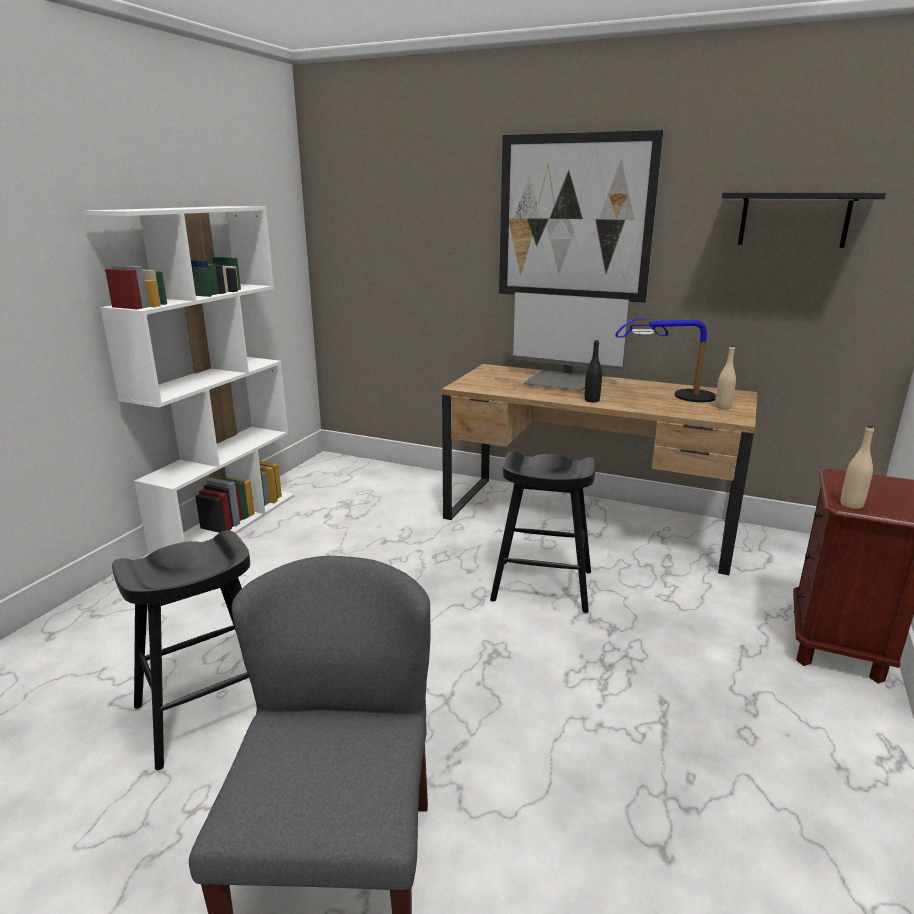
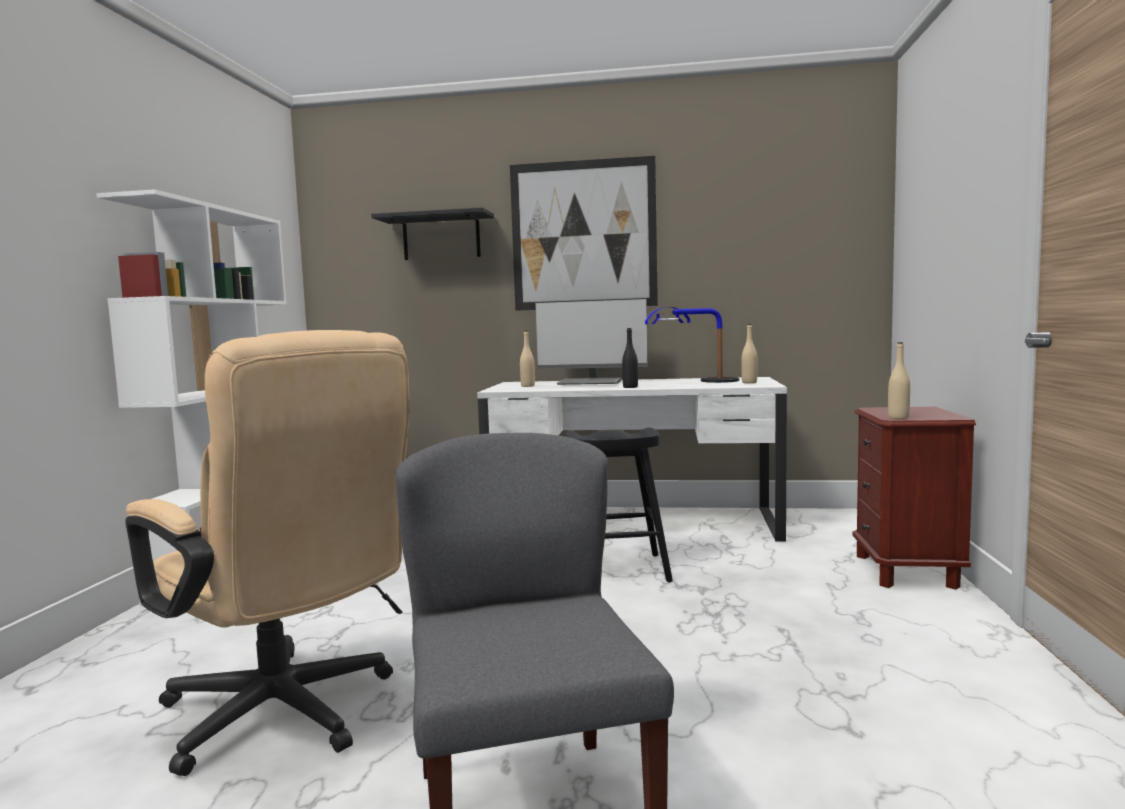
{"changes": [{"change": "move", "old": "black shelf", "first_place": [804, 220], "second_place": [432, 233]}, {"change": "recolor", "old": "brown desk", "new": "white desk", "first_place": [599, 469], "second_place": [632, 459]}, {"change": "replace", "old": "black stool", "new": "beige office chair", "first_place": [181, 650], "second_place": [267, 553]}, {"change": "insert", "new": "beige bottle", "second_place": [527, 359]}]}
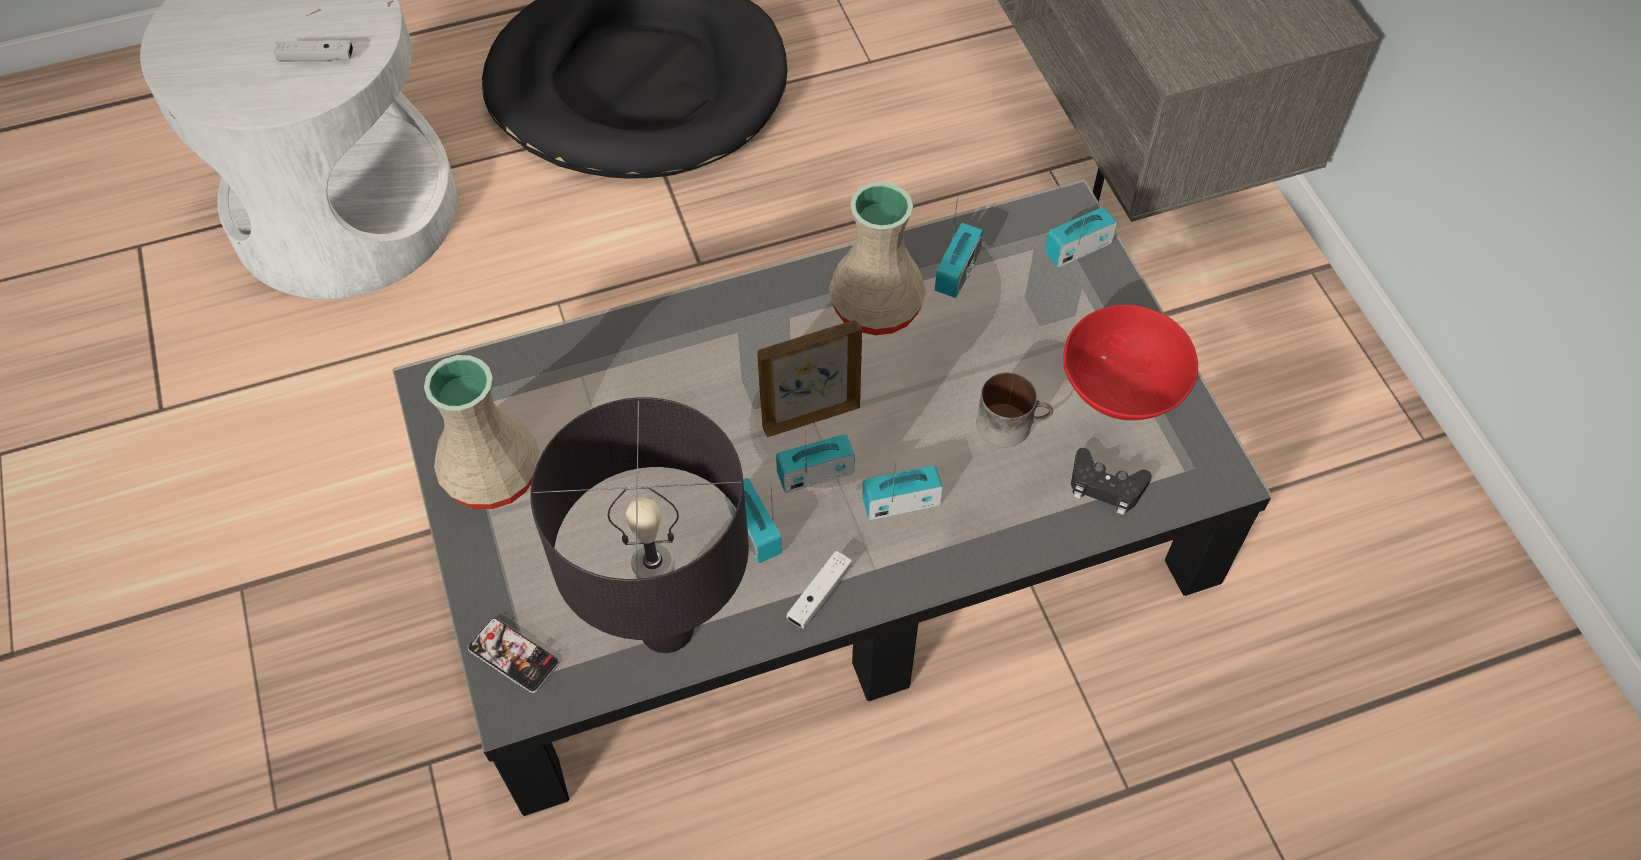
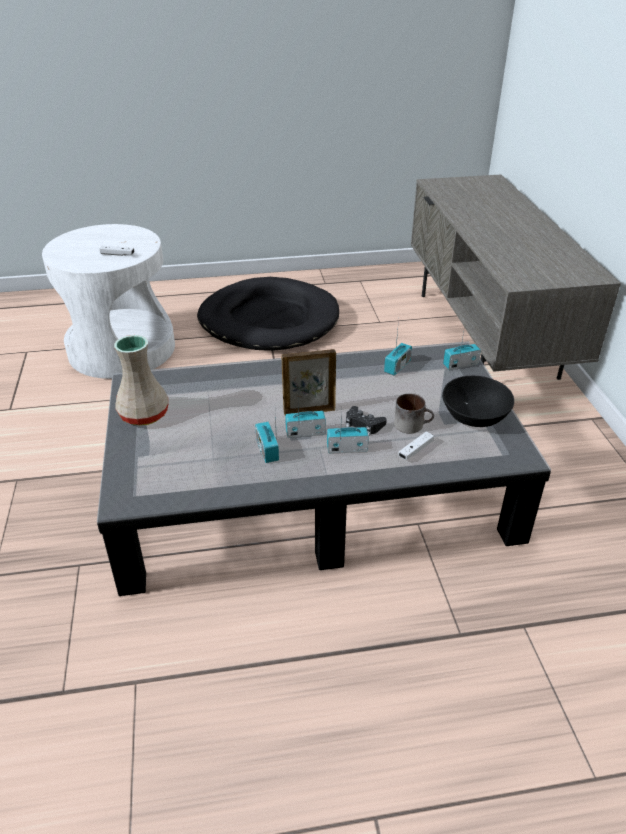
{"changes": [{"change": "delete", "old": "beige vase", "first_place": [877, 258]}, {"change": "recolor", "old": "red bowl", "new": "black bowl", "first_place": [1130, 362], "second_place": [478, 401]}, {"change": "delete", "old": "black table lamp", "first_place": [639, 525]}, {"change": "move", "old": "black game controller", "first_place": [1111, 481], "second_place": [366, 421]}, {"change": "move", "old": "white game controller", "first_place": [819, 590], "second_place": [416, 445]}, {"change": "delete", "old": "phone", "first_place": [514, 655]}]}
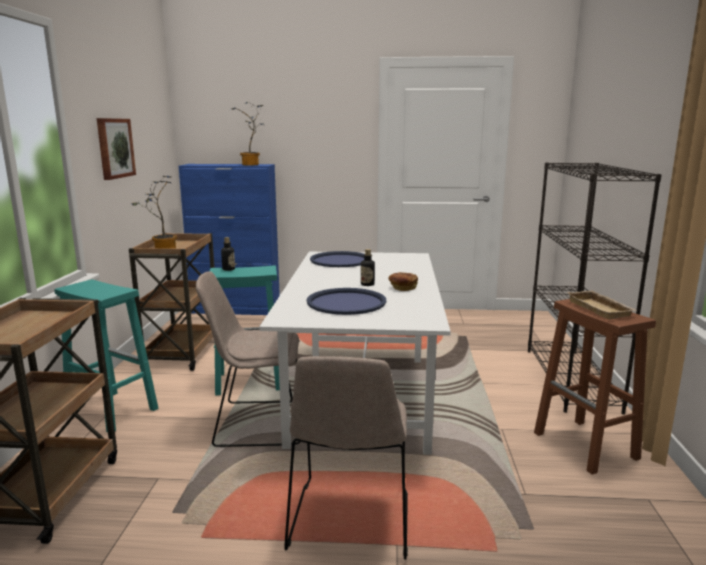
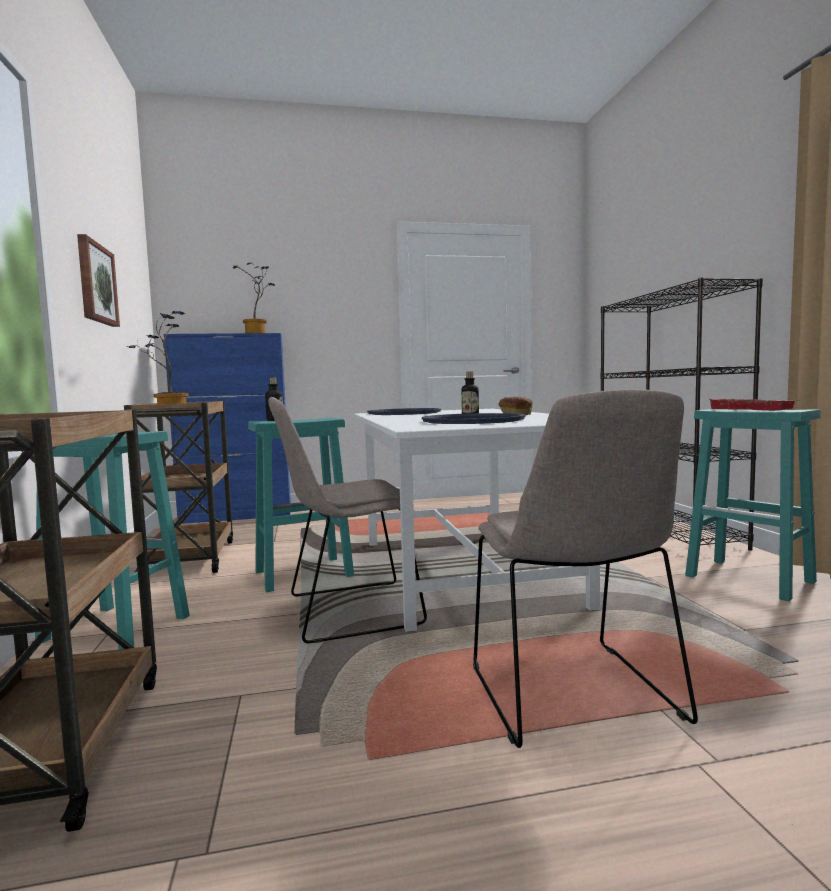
{"changes": [{"change": "recolor", "old": "beige tray", "new": "red tray", "first_place": [602, 305], "second_place": [753, 405]}, {"change": "recolor", "old": "brown stool", "new": "turquoise stool", "first_place": [595, 386], "second_place": [753, 505]}]}
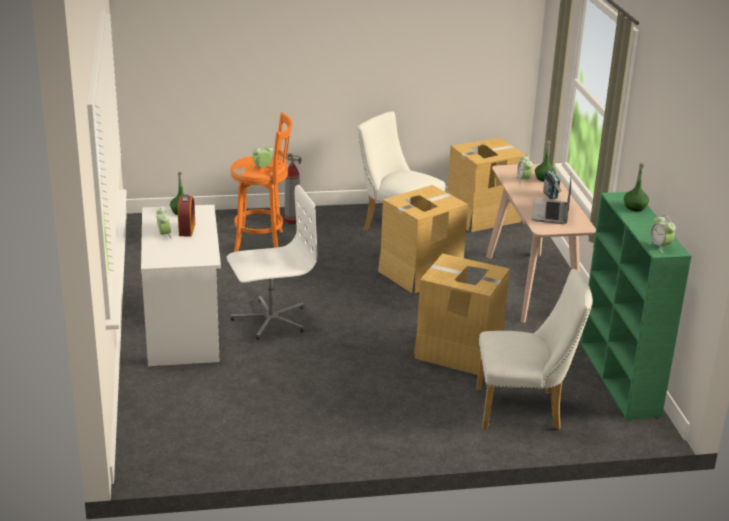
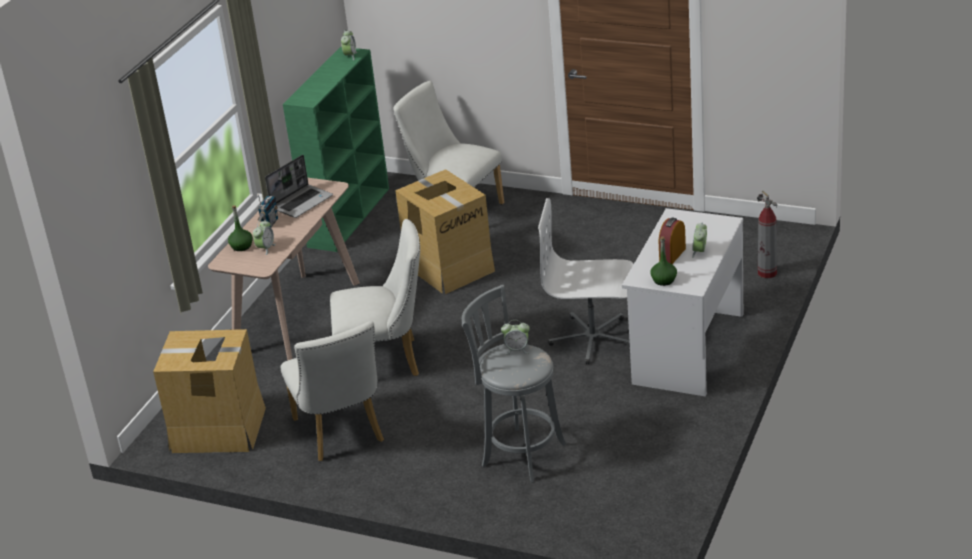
{"changes": [{"change": "recolor", "old": "orange stool", "new": "grey stool", "first_place": [261, 182], "second_place": [514, 384]}, {"change": "move", "old": "fire extinguisher", "first_place": [292, 189], "second_place": [767, 234]}, {"change": "delete", "old": "green bottle", "first_place": [636, 187]}, {"change": "replace", "old": "cardboard box", "new": "white chair", "first_place": [423, 239], "second_place": [375, 297]}]}
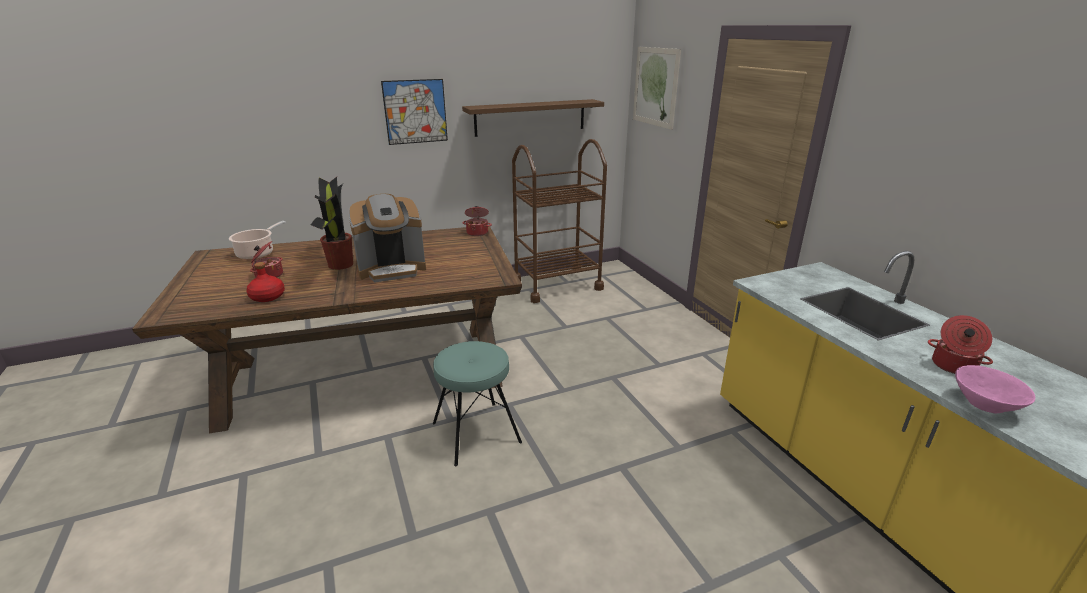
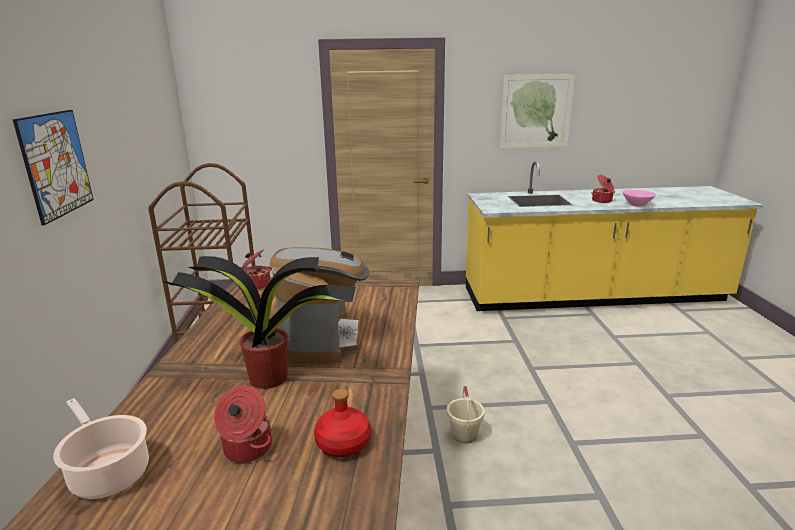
{"changes": [{"change": "move", "old": "picture", "first_place": [657, 88], "second_place": [537, 111]}, {"change": "delete", "old": "brown shelf", "first_place": [533, 118]}, {"change": "replace", "old": "turquoise stool", "new": "beige bucket", "first_place": [477, 403], "second_place": [465, 415]}]}
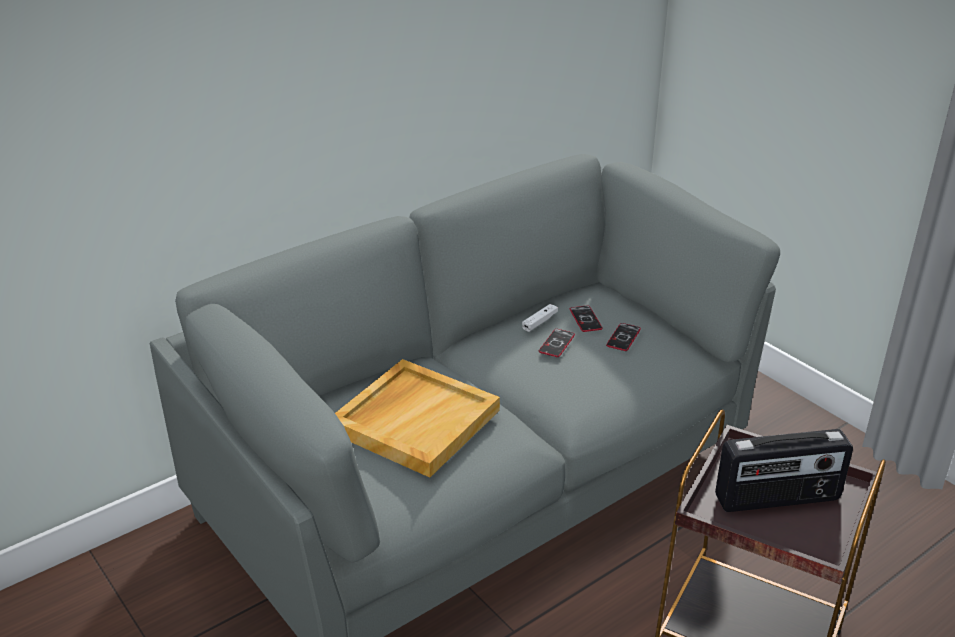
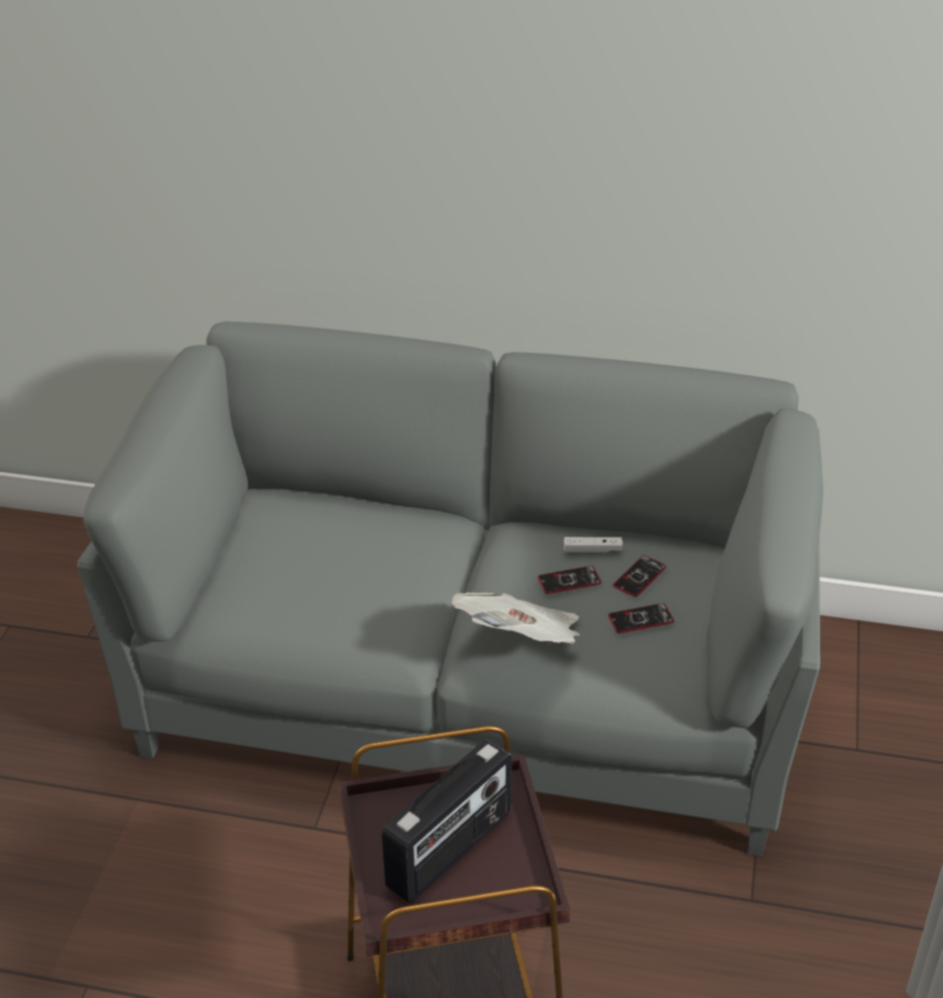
{"changes": [{"change": "delete", "old": "beige tray", "first_place": [417, 418]}, {"change": "rotate", "old": "radio", "first_place": [784, 470], "second_place": [447, 821], "degrees": -90}, {"change": "insert", "new": "newspaper", "second_place": [516, 618]}]}
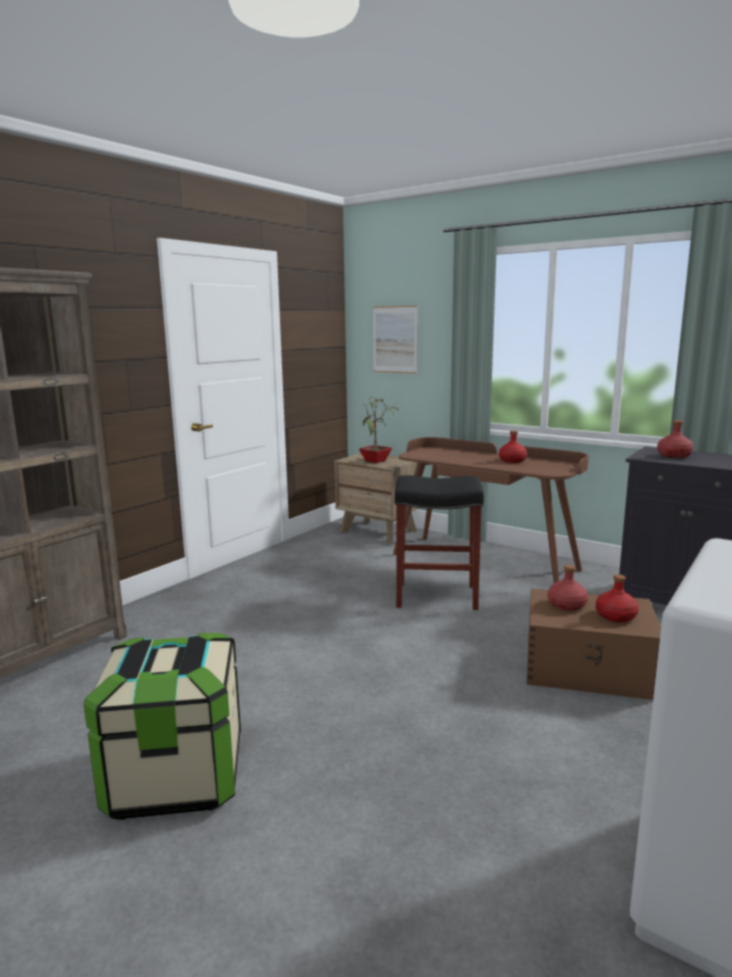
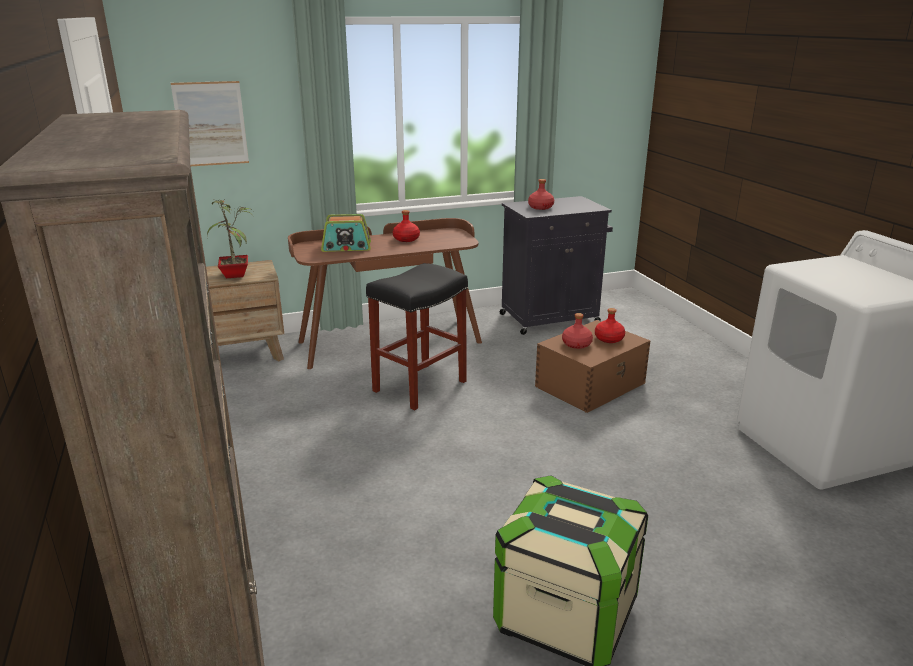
{"changes": [{"change": "insert", "new": "radio", "second_place": [346, 233]}]}
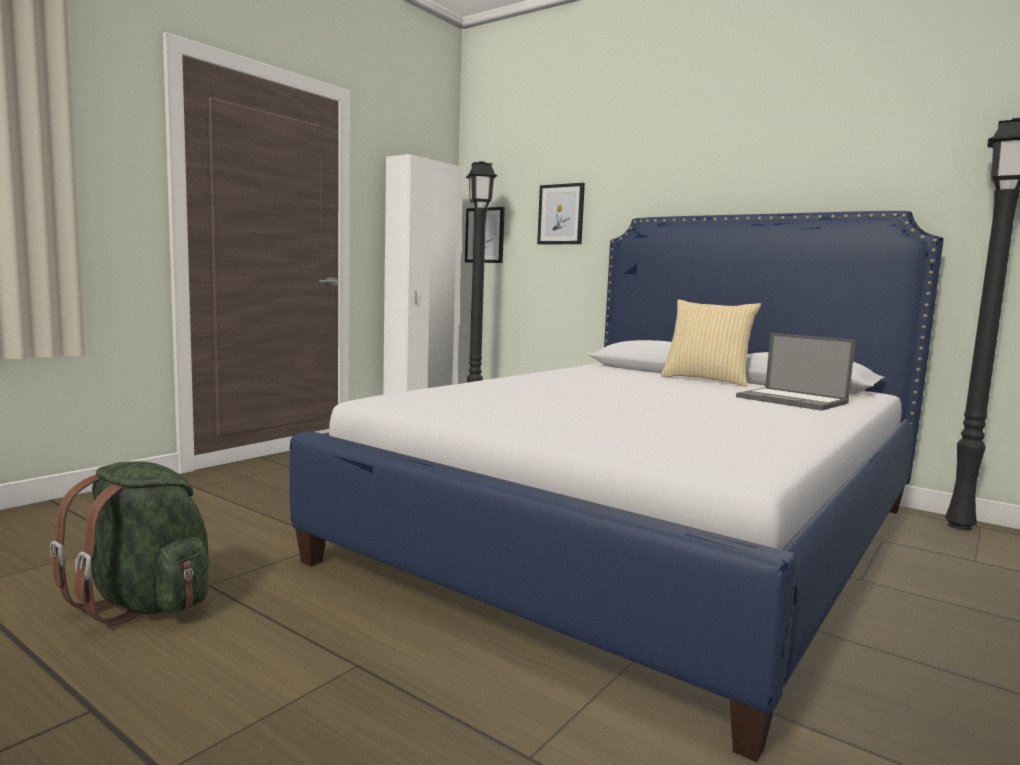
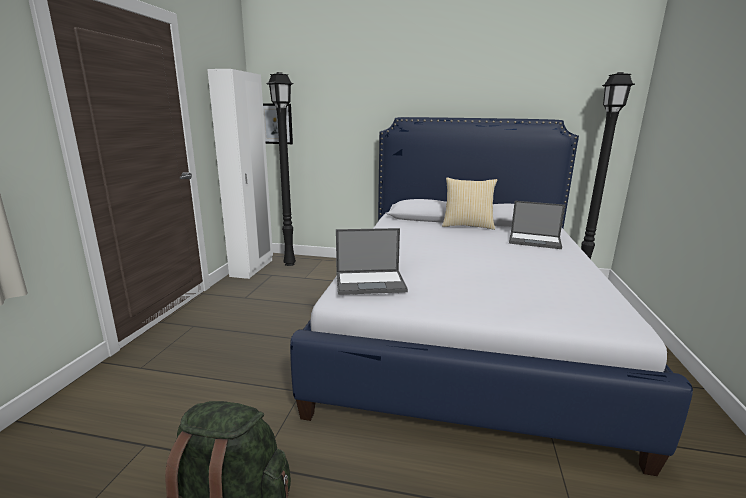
{"changes": [{"change": "delete", "old": "picture", "first_place": [561, 213]}, {"change": "insert", "new": "laptop", "second_place": [372, 261]}]}
